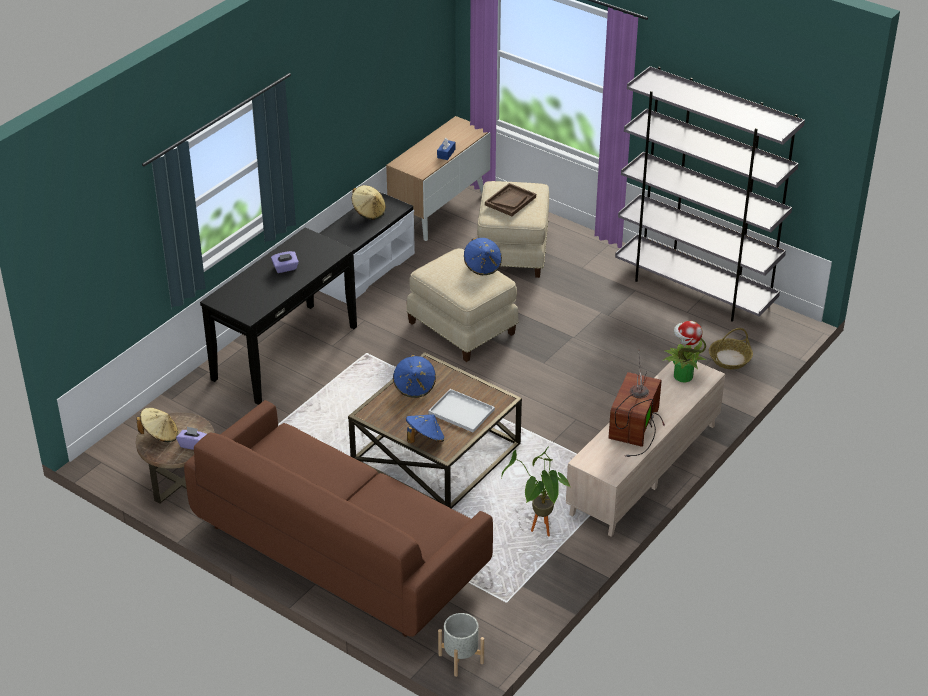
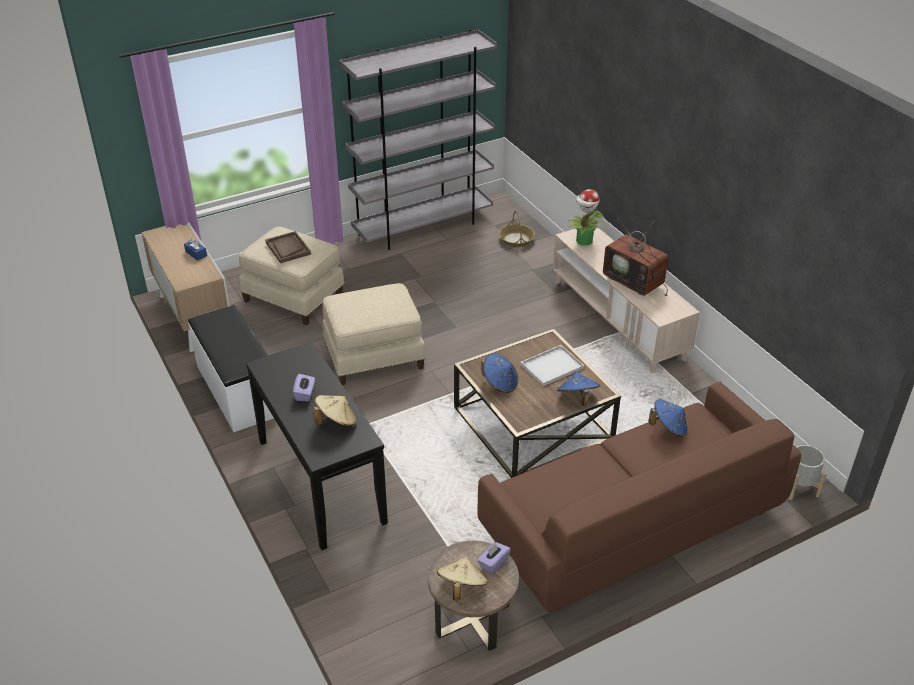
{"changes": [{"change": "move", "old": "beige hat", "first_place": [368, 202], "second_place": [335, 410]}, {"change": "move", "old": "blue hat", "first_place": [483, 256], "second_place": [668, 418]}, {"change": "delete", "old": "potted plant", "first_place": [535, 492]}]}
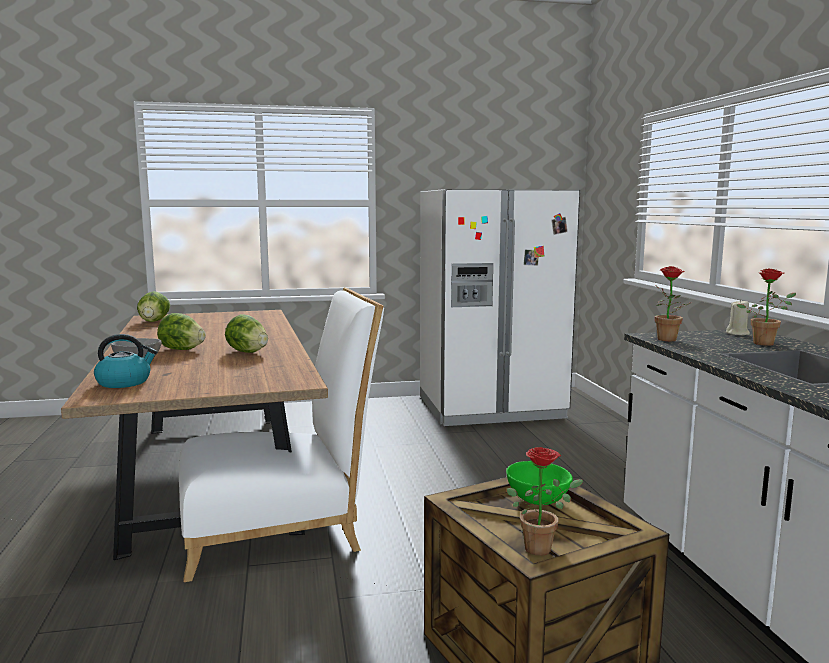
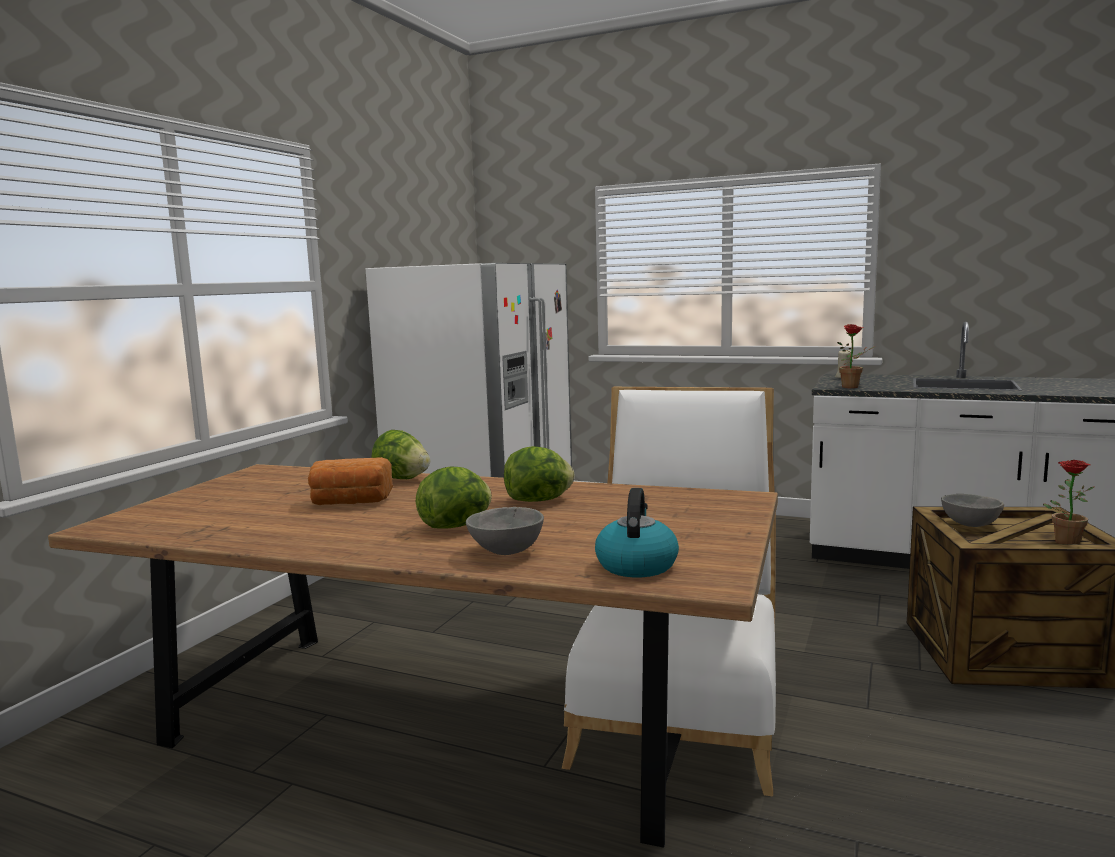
{"changes": [{"change": "delete", "old": "potted plant", "first_place": [766, 307]}, {"change": "move", "old": "lettuce", "first_place": [153, 306], "second_place": [400, 454]}, {"change": "recolor", "old": "green bowl", "new": "grey bowl", "first_place": [539, 483], "second_place": [972, 510]}, {"change": "insert", "new": "bread", "second_place": [350, 481]}]}
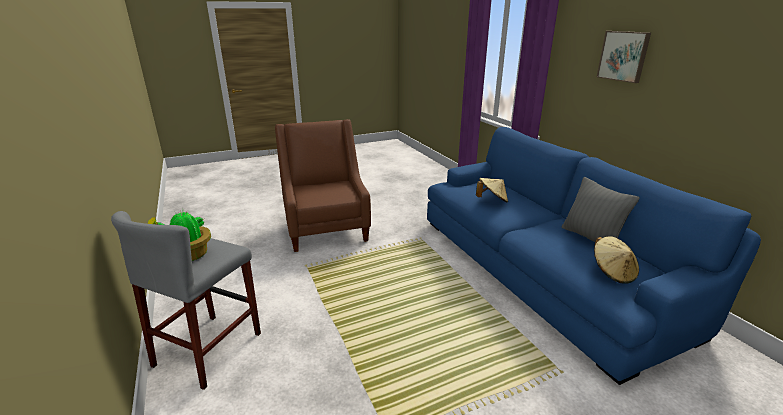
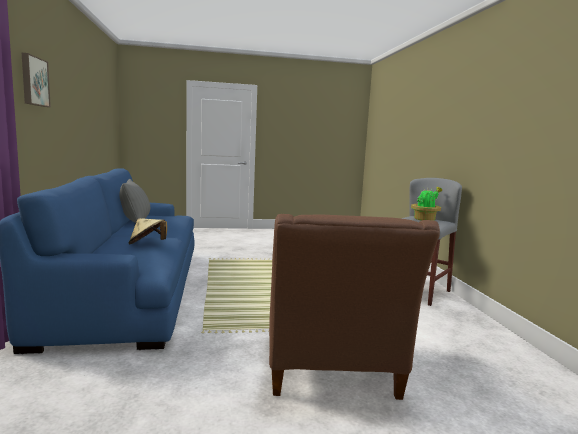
{"changes": [{"change": "delete", "old": "beige hat", "first_place": [616, 260]}]}
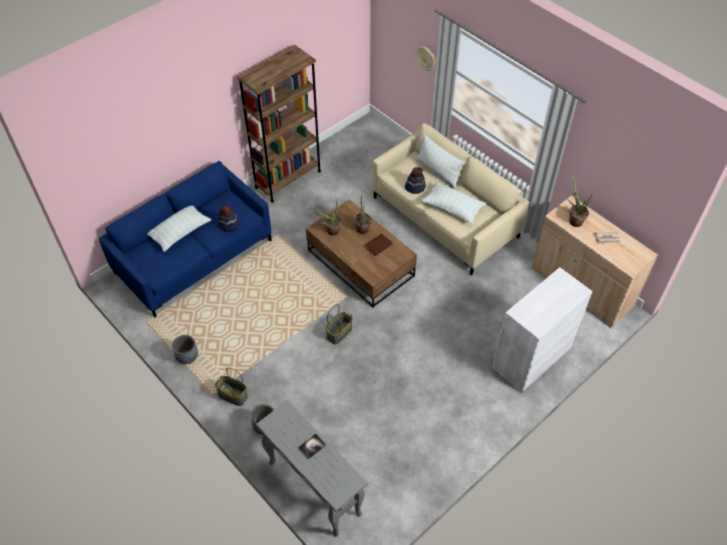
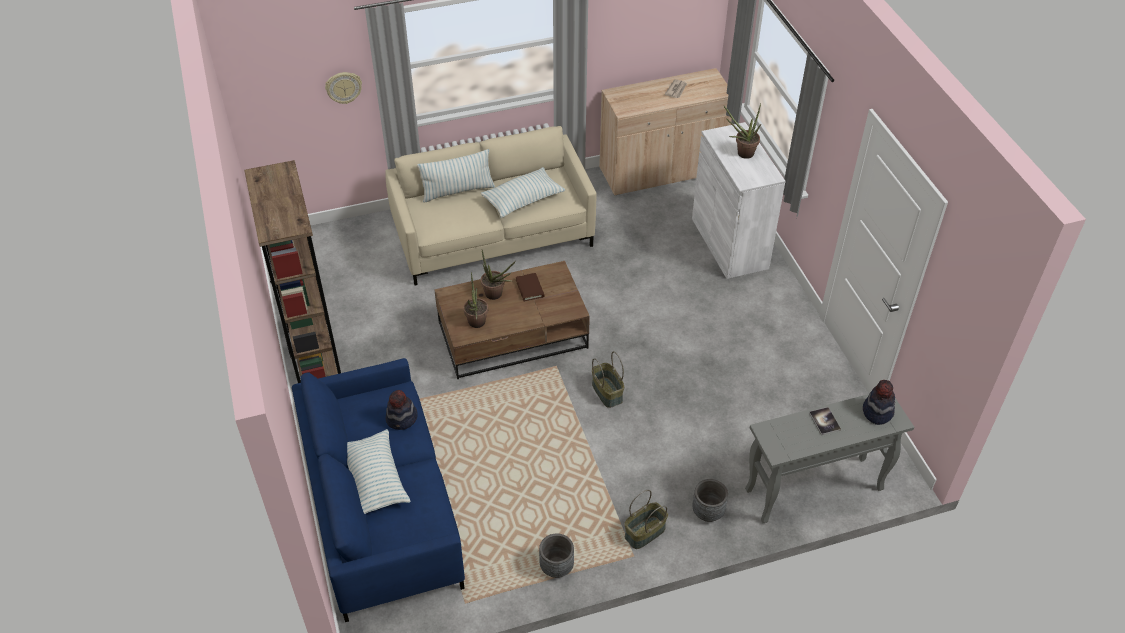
{"changes": [{"change": "move", "old": "hat", "first_place": [415, 180], "second_place": [879, 402]}, {"change": "move", "old": "potted plant", "first_place": [580, 200], "second_place": [742, 131]}]}
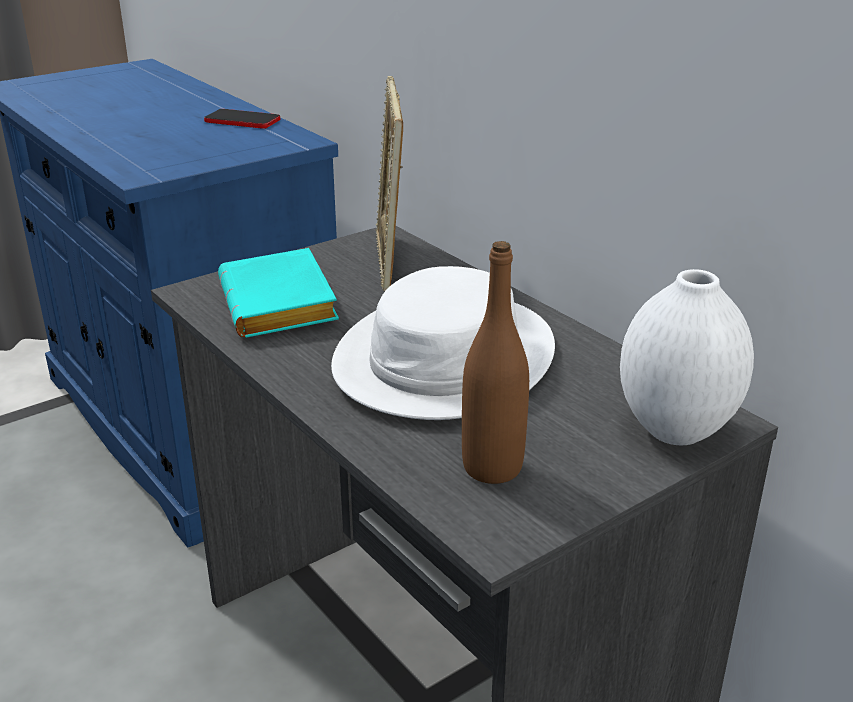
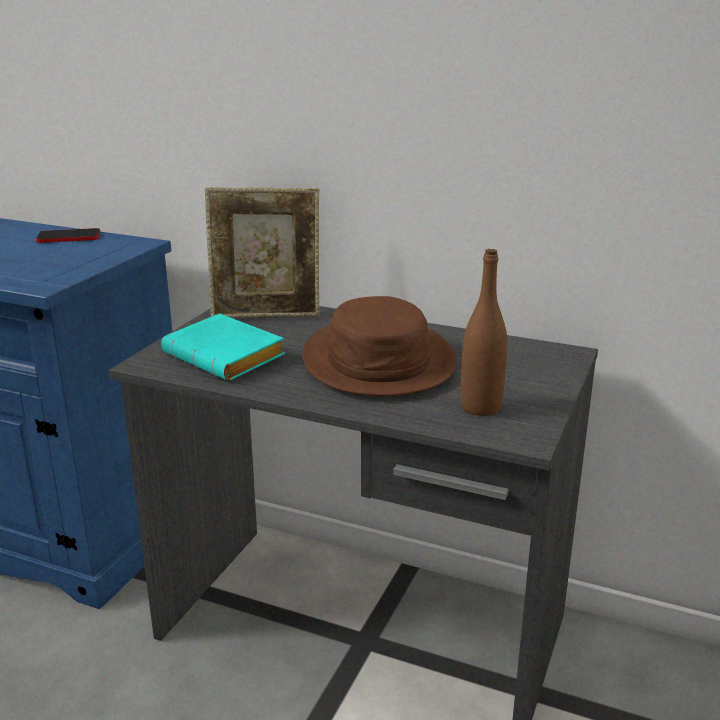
{"changes": [{"change": "rotate", "old": "picture frame", "first_place": [389, 183], "second_place": [262, 252], "degrees": -60}, {"change": "recolor", "old": "white hat", "new": "brown hat", "first_place": [443, 343], "second_place": [379, 346]}, {"change": "delete", "old": "white vase", "first_place": [687, 357]}]}
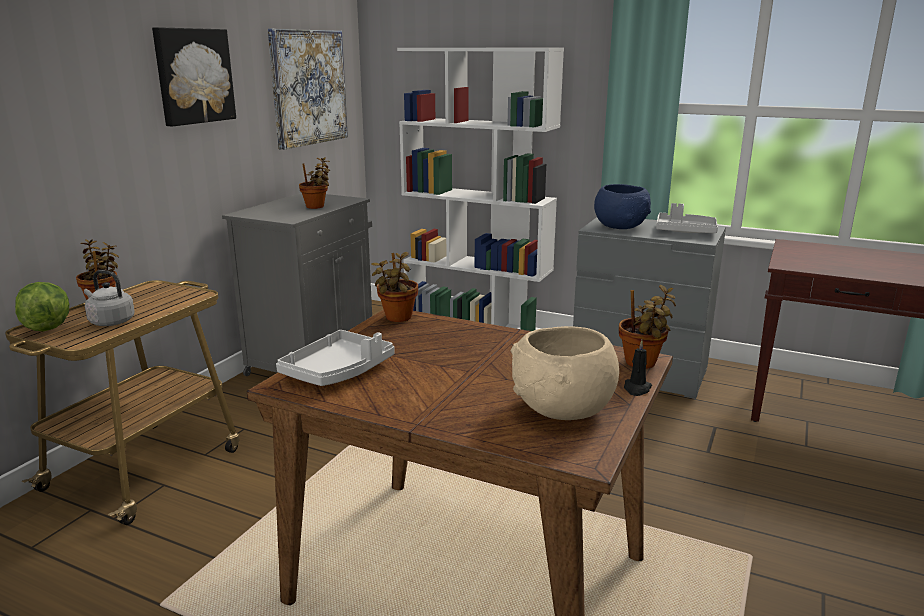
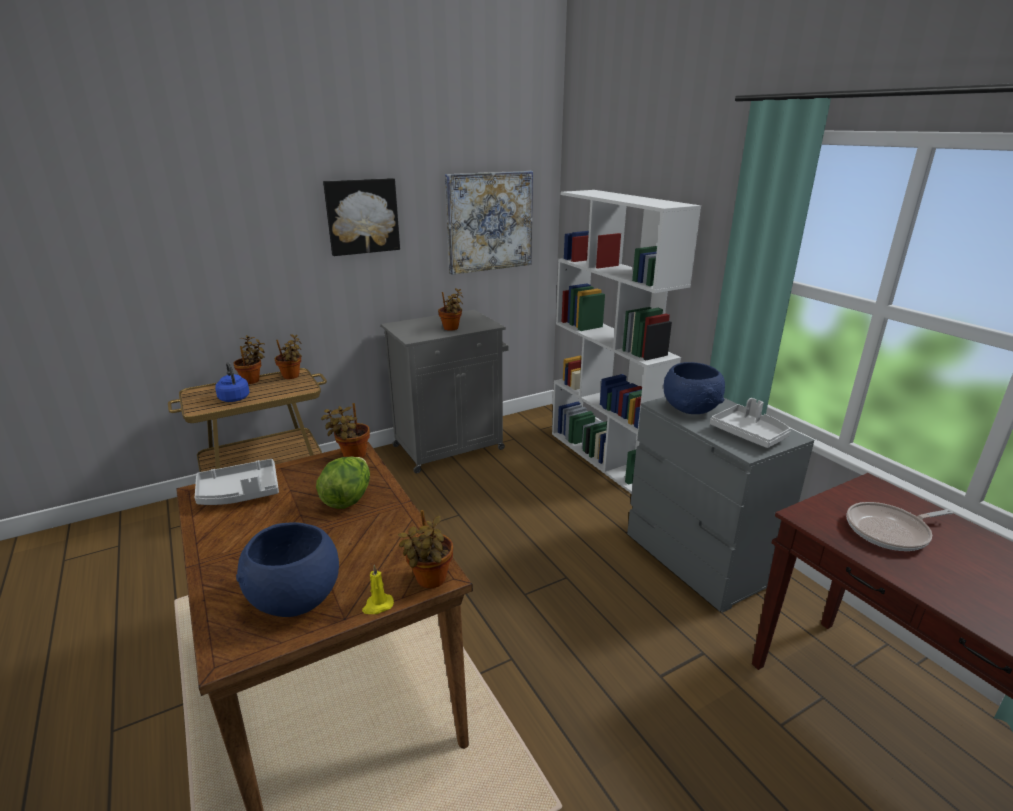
{"changes": [{"change": "recolor", "old": "grey kettle", "new": "blue kettle", "first_place": [109, 298], "second_place": [232, 382]}, {"change": "move", "old": "lettuce", "first_place": [42, 306], "second_place": [343, 483]}, {"change": "recolor", "old": "beige bowl", "new": "blue bowl", "first_place": [565, 373], "second_place": [287, 569]}, {"change": "recolor", "old": "black candle", "new": "yellow candle", "first_place": [638, 368], "second_place": [378, 589]}, {"change": "insert", "new": "potted plant", "second_place": [288, 356]}, {"change": "insert", "new": "frying pan", "second_place": [899, 526]}]}
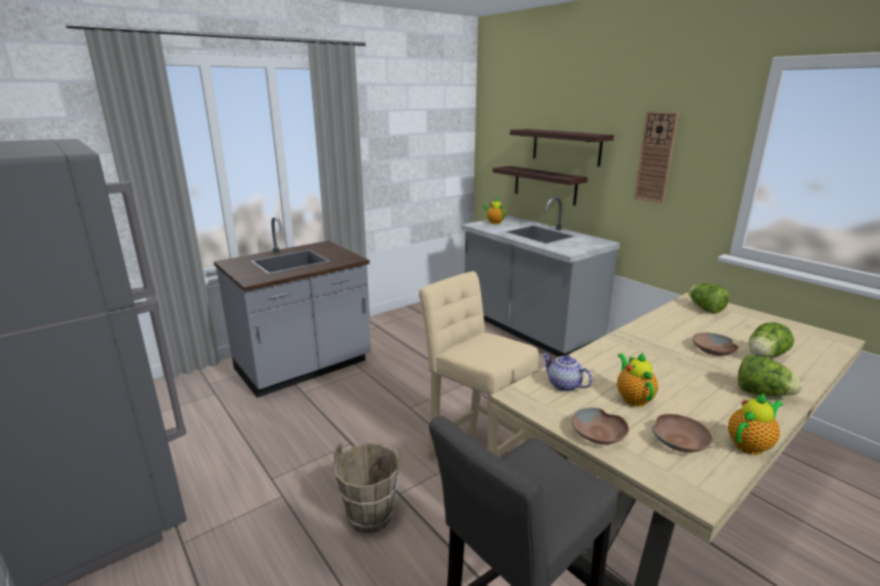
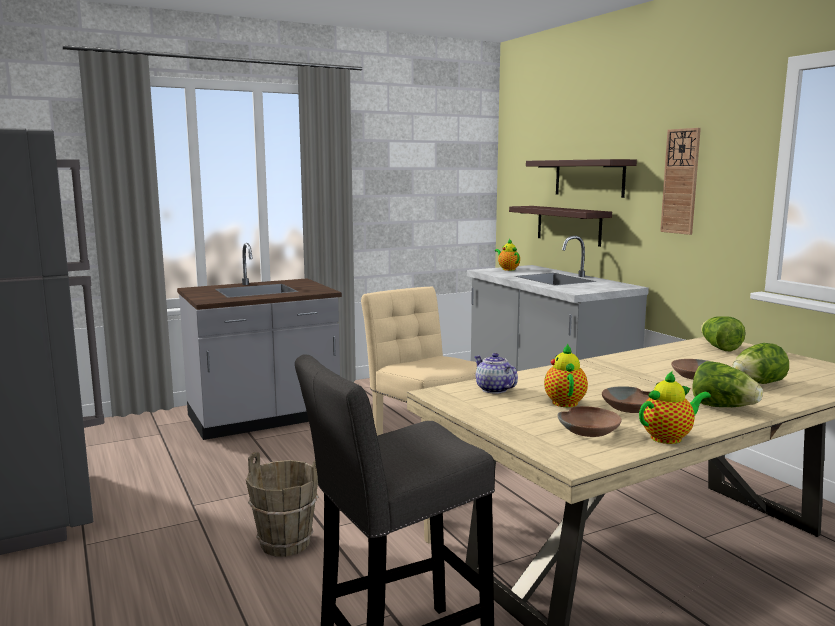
{"changes": [{"change": "move", "old": "brown bowl", "first_place": [600, 426], "second_place": [626, 399]}]}
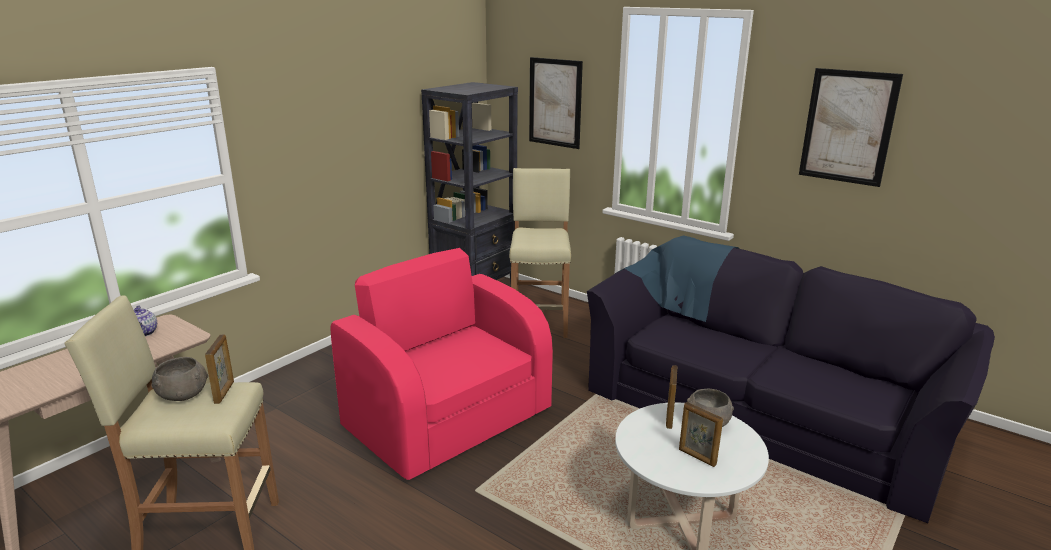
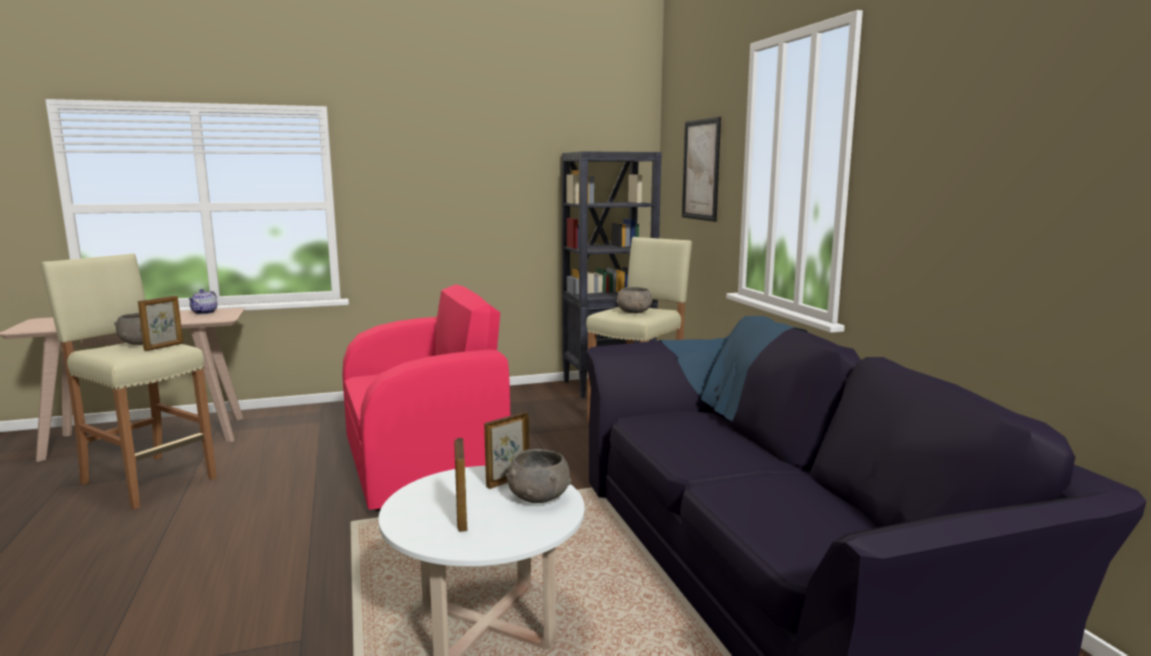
{"changes": [{"change": "delete", "old": "picture", "first_place": [851, 127]}, {"change": "rotate", "old": "pink armchair", "first_place": [441, 364], "second_place": [426, 397], "degrees": 75}, {"change": "insert", "new": "grey bowl", "second_place": [634, 300]}]}
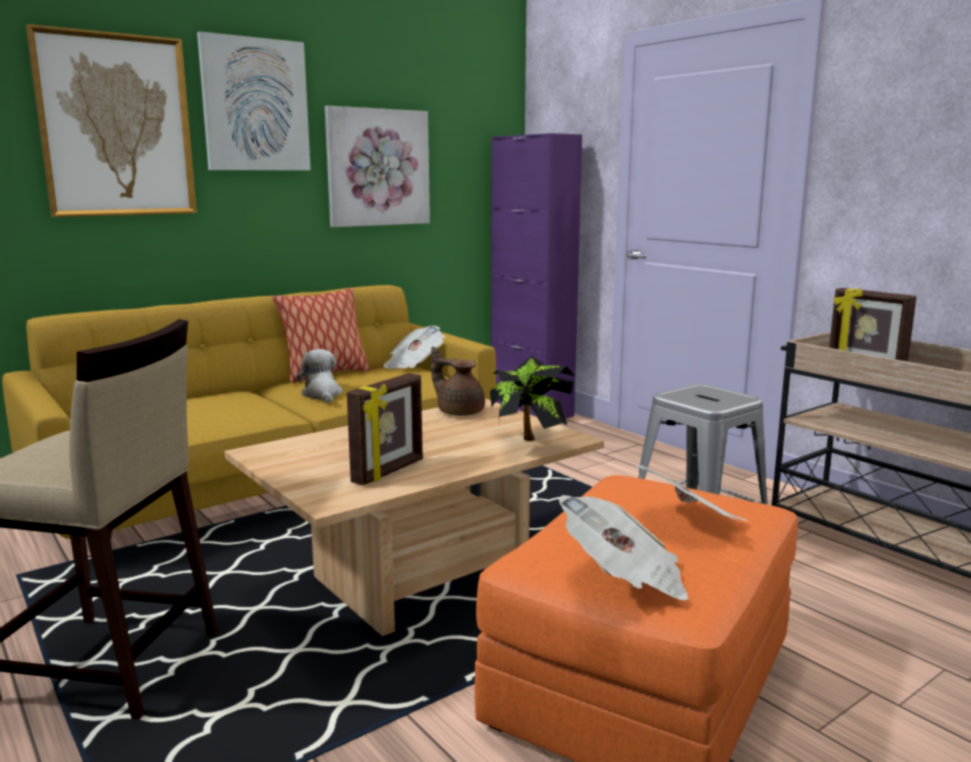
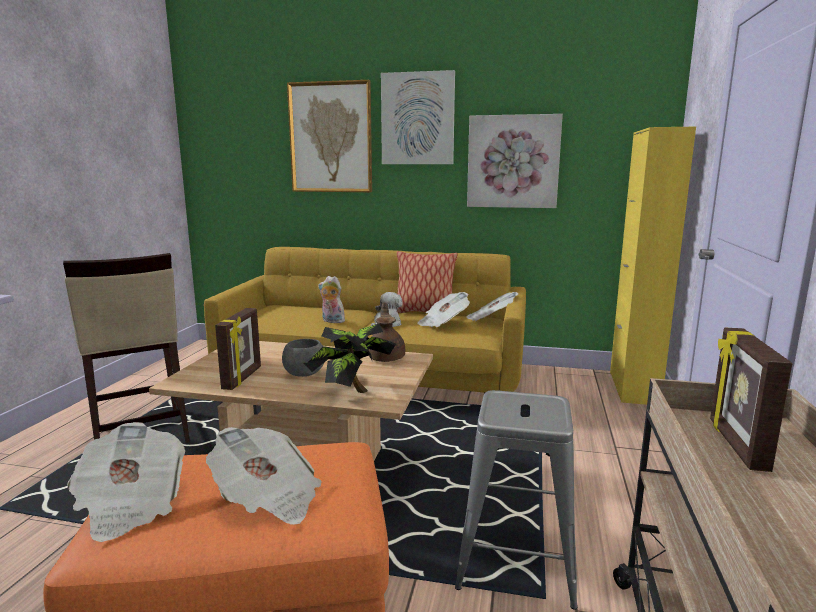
{"changes": [{"change": "recolor", "old": "purple cabinet", "new": "yellow cabinet", "first_place": [536, 276], "second_place": [653, 266]}, {"change": "rotate", "old": "picture frame", "first_place": [385, 429], "second_place": [238, 349], "degrees": -75}, {"change": "insert", "new": "plush toy", "second_place": [331, 299]}, {"change": "insert", "new": "newspaper", "second_place": [443, 309]}, {"change": "insert", "new": "grey bowl", "second_place": [303, 358]}]}
